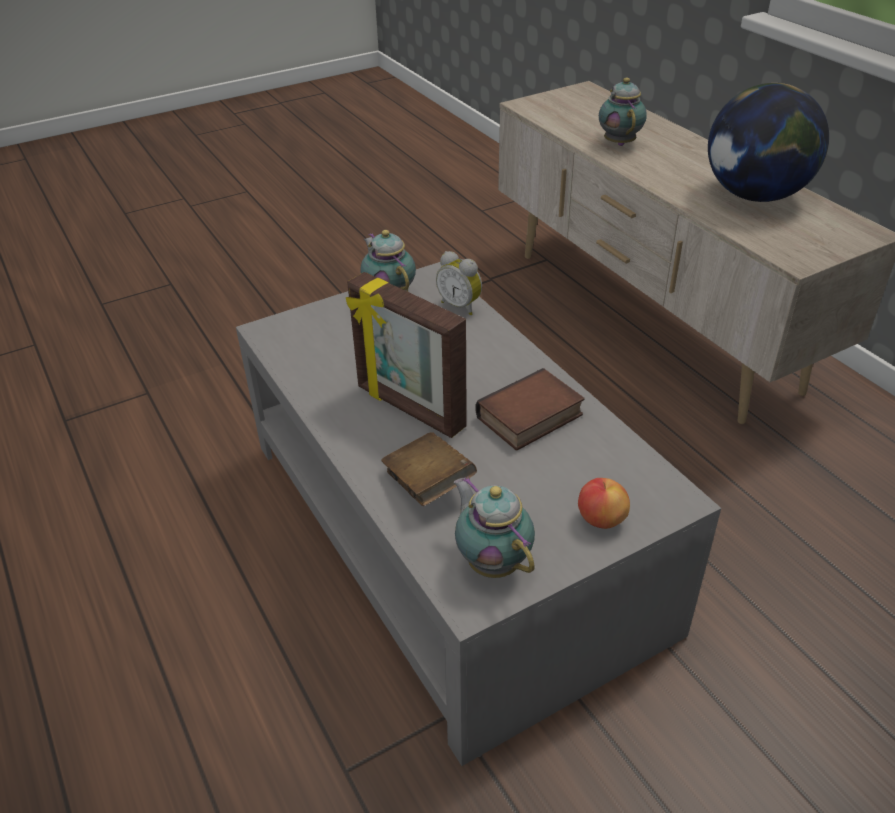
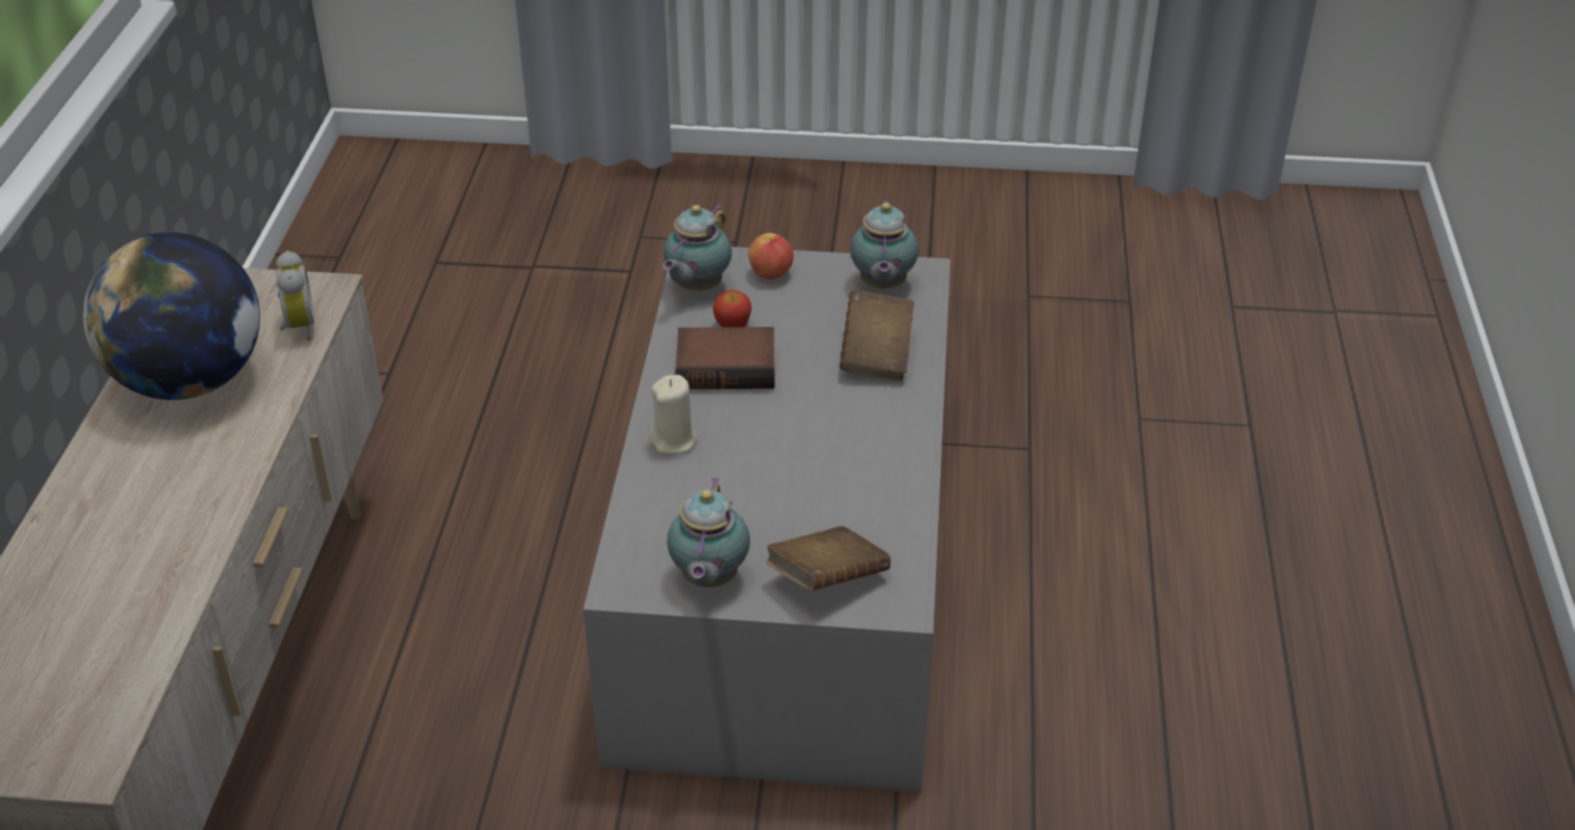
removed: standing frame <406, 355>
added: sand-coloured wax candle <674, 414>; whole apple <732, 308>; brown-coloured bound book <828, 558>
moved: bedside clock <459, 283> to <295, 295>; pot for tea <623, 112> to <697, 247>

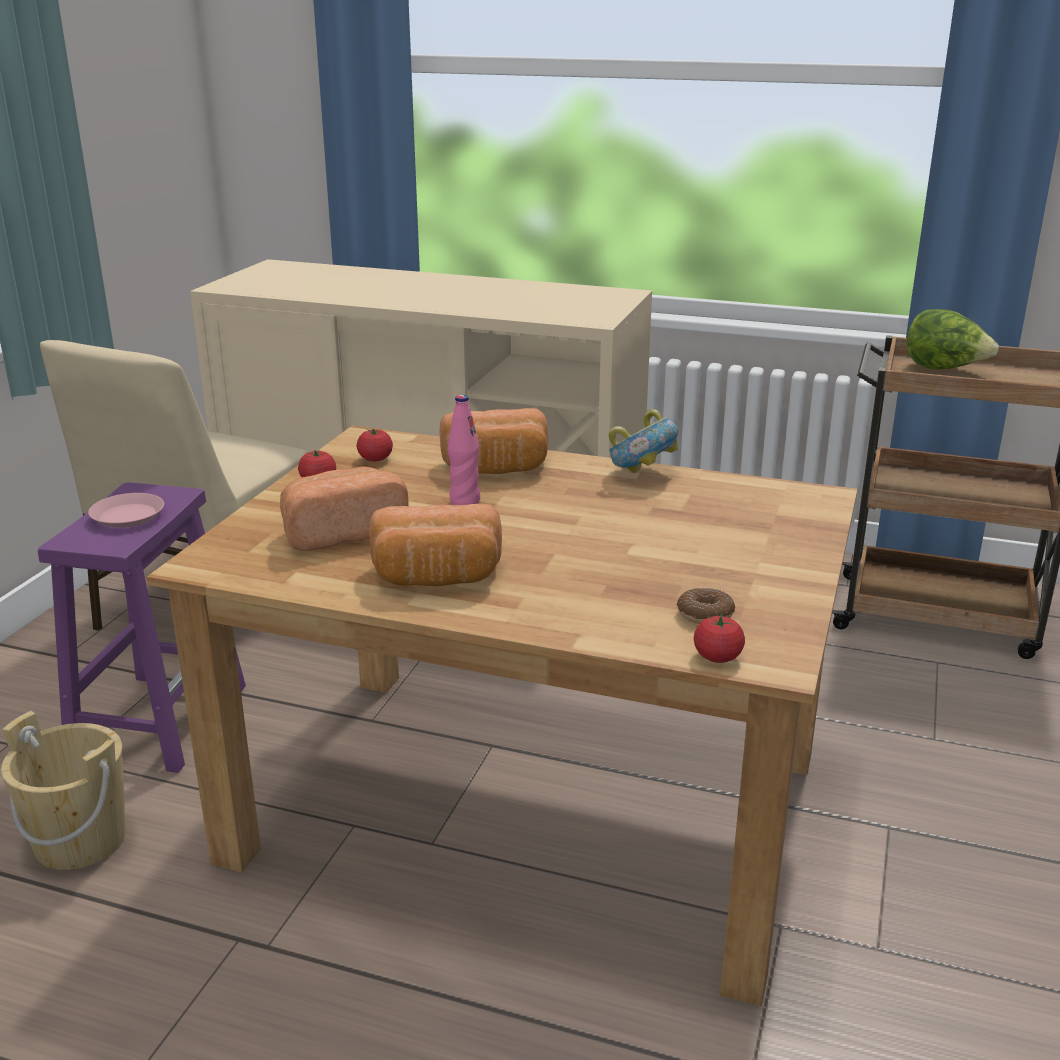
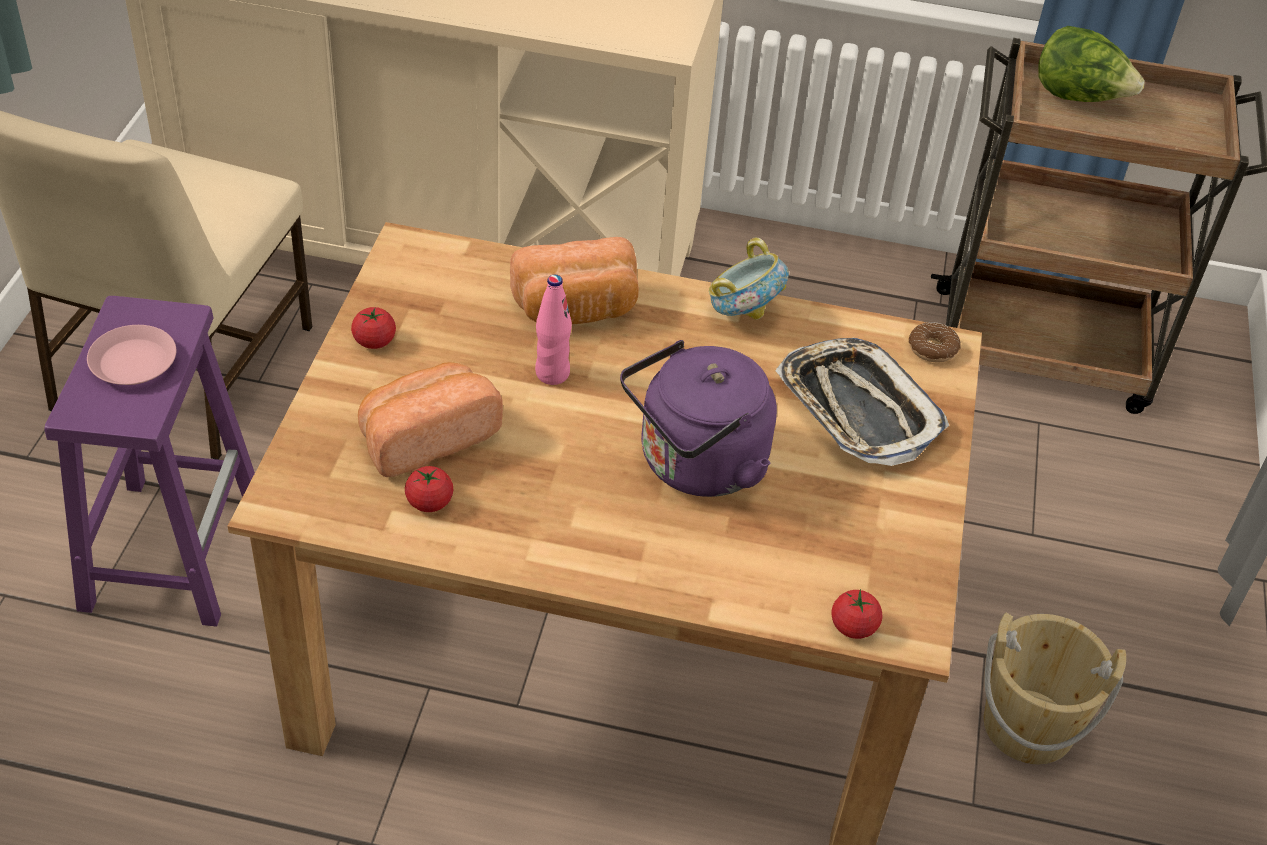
removed: bakery bread <435, 545>
added: purple kettle <698, 418>; serving tray <862, 402>
moved: sand-coloured bucket <63, 790> to <1054, 688>; whole tomato <375, 445> to <429, 489>; ring doughnut <706, 606> to <934, 342>

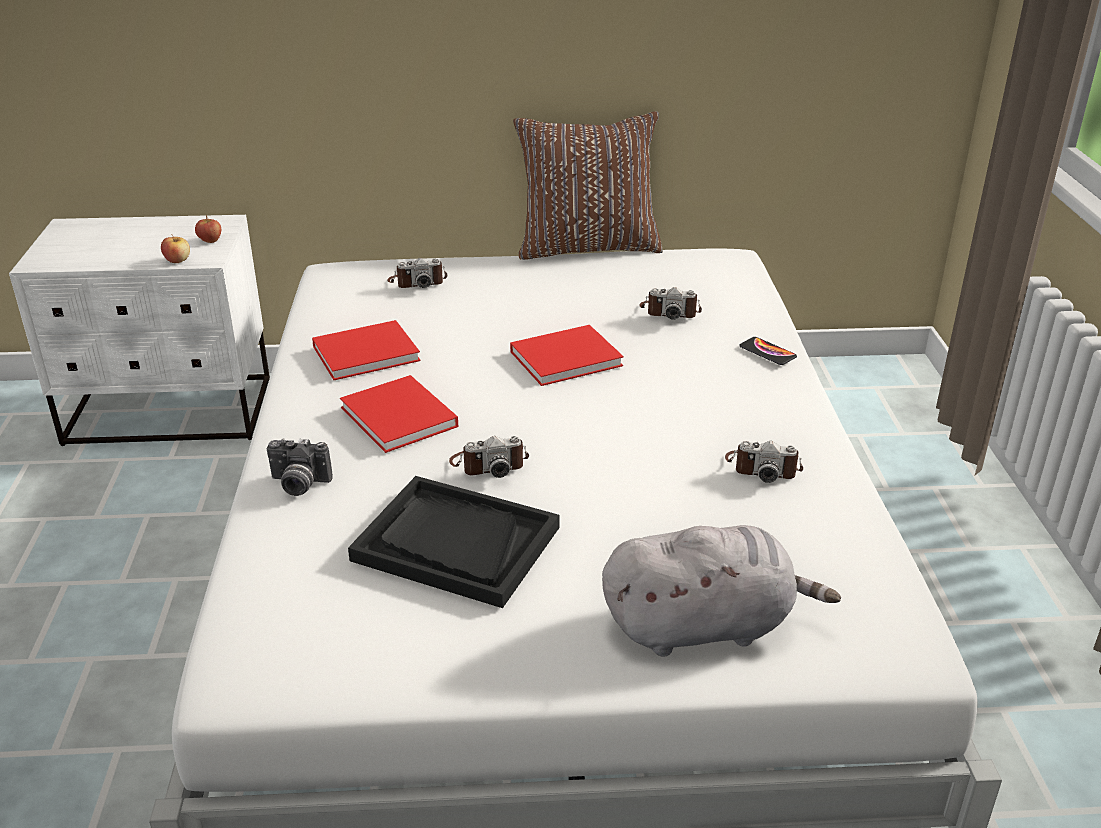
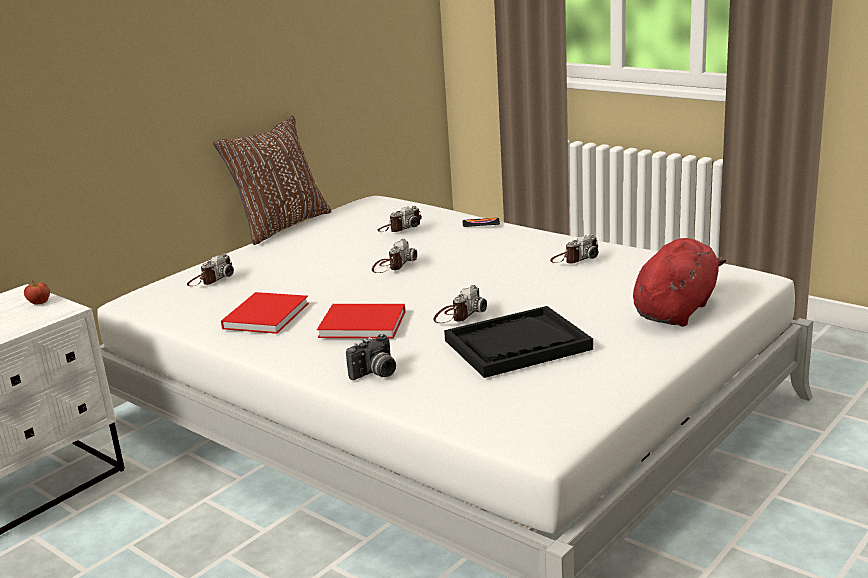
removed: whole apple <175, 248>
replaced: red-coloured bound book <567, 355> to still camera <394, 256>
recoloured: grey cuddly toy <721, 590> to red-coloured cuddly toy <679, 282>

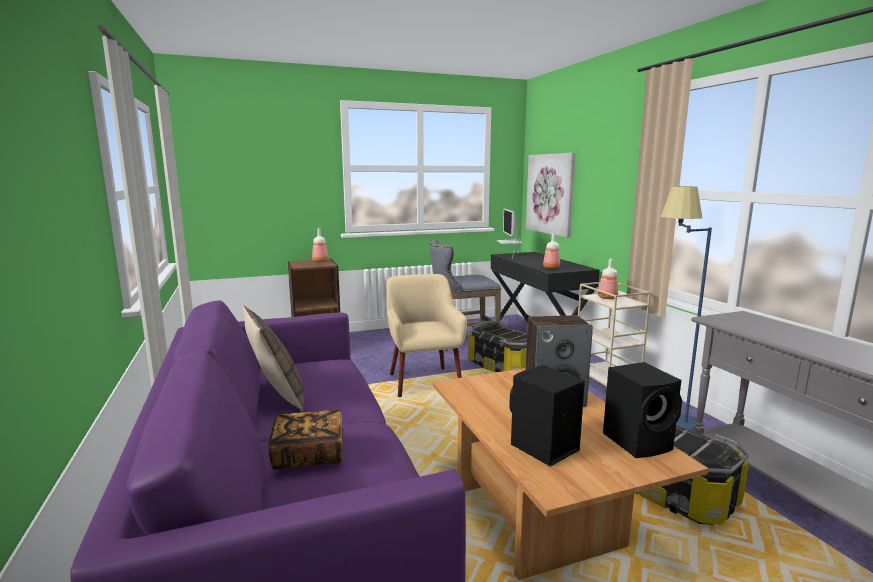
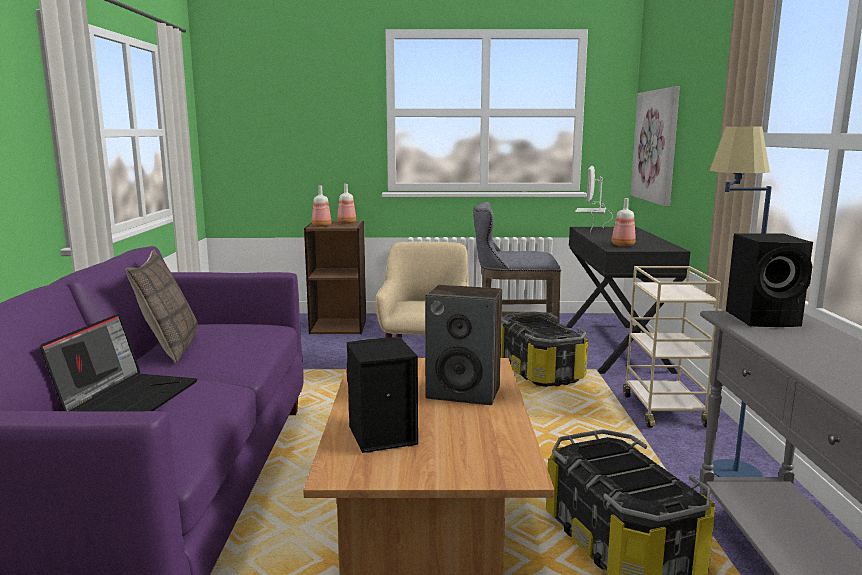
moved: beverage bottle <608, 279> to <322, 206>; black-coloured loudspeaker <642, 410> to <769, 280>
replaced: bound book <305, 440> to notebook computer <119, 362>

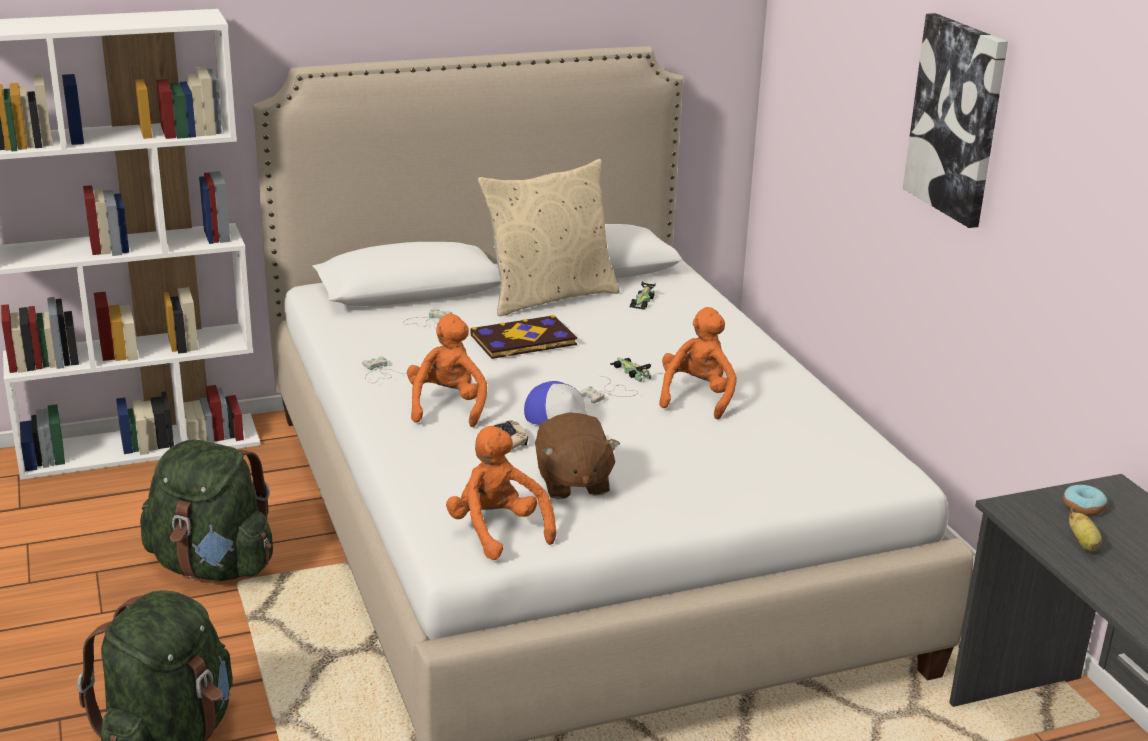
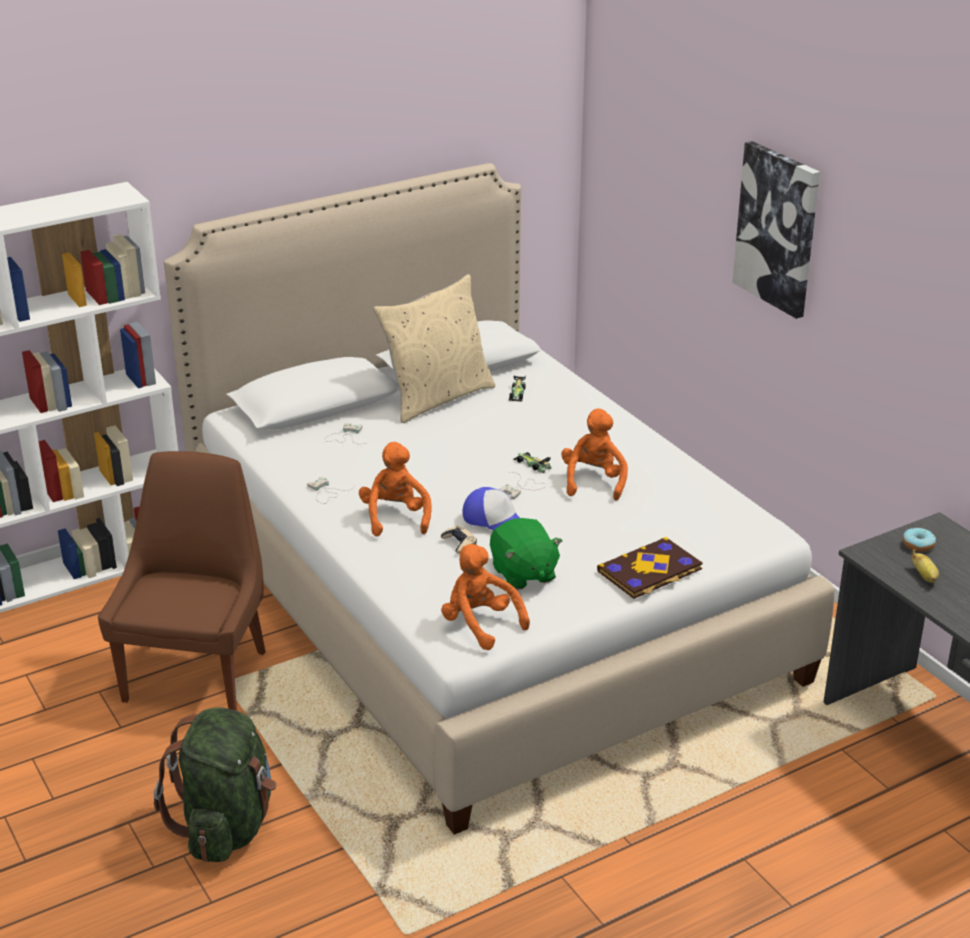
moved: bound book <523, 337> to <650, 568>
replaced: green rucksack <206, 510> to brown-coloured upright chair <182, 581>
recoloured: brown-coloured cuddly toy <577, 455> to green cuddly toy <526, 554>

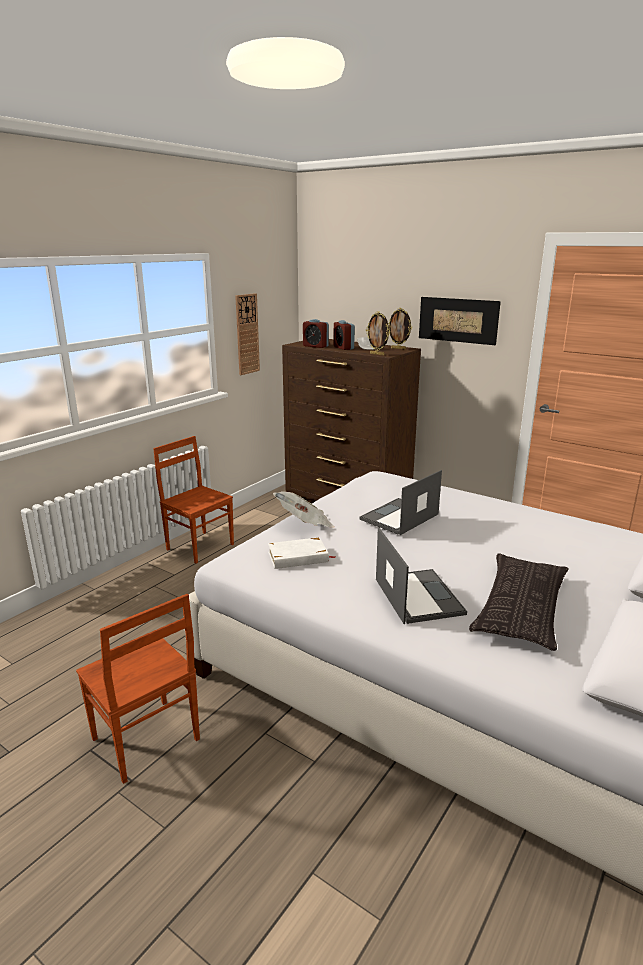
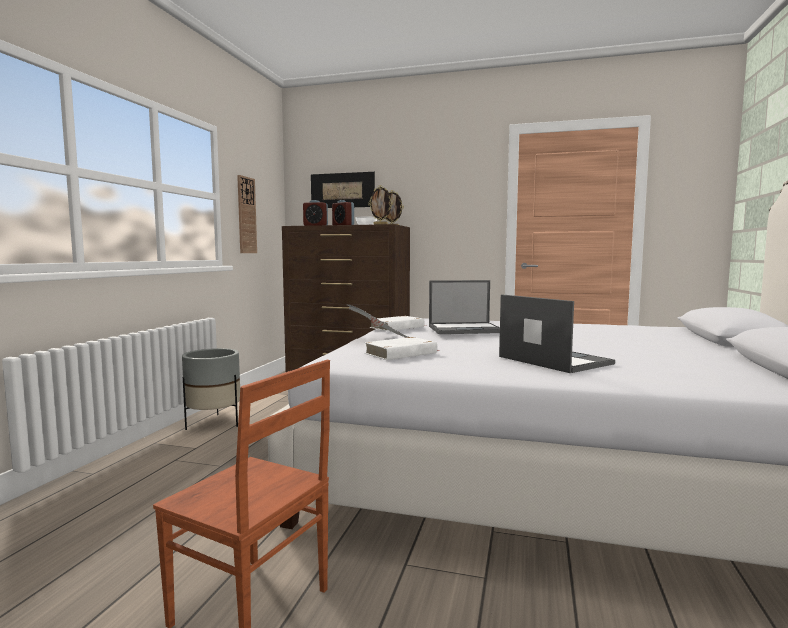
removed: throw pillow <519, 602>
added: whitish bound book <397, 323>
moved: wall art <460, 321> to <343, 190>
replaced: brown-coloured upright chair <193, 499> to grey flower pot <211, 389>
turned: notebook computer <400, 502> = <464, 307> 120 degrees counterclockwise

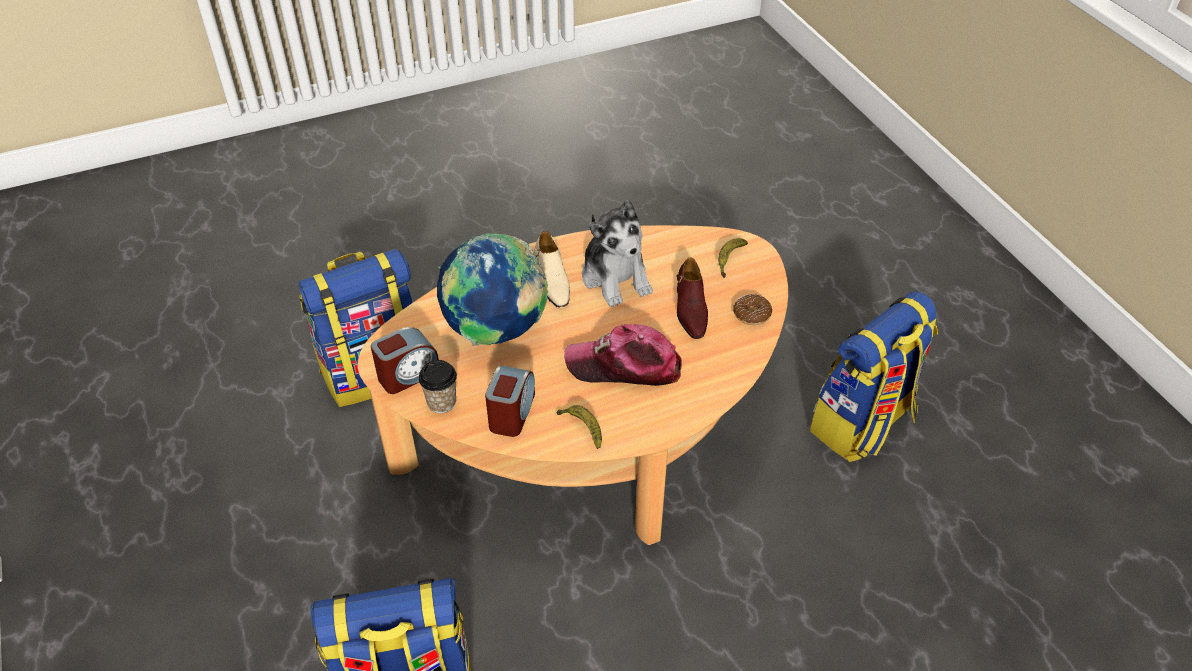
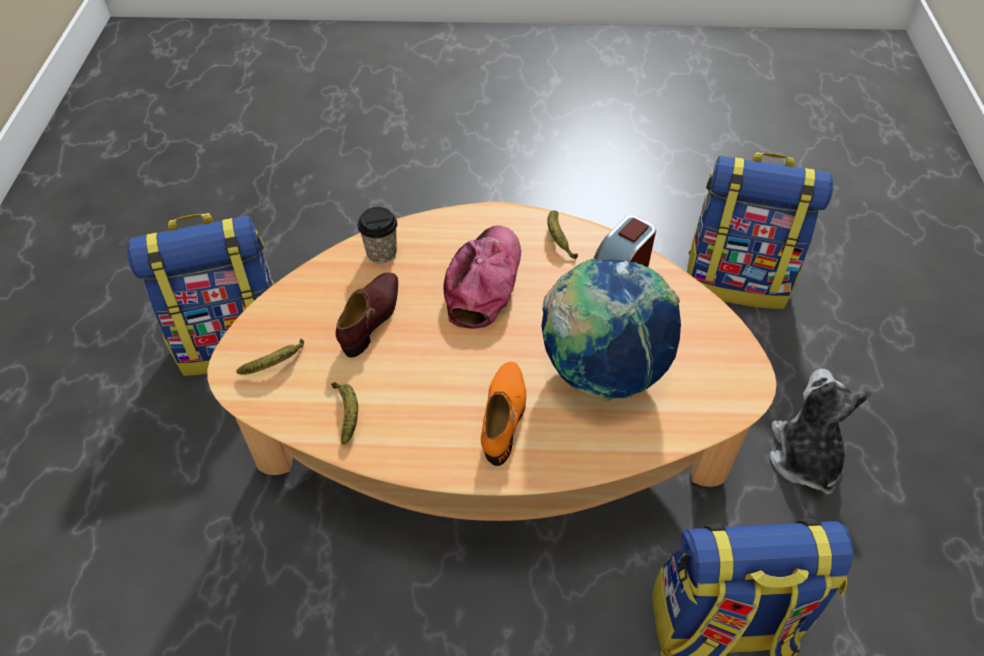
removed: bedside clock <405, 360>; ring doughnut <752, 309>
added: banana fruit <344, 413>
moved: small cup <438, 386> to <377, 235>; cuddly toy <617, 253> to <821, 431>
recoloured: sand-coloured low shoe <552, 269> to orange-coloured low shoe <503, 414>
turned: peaked cap <623, 355> = <482, 276> 105 degrees counterclockwise

